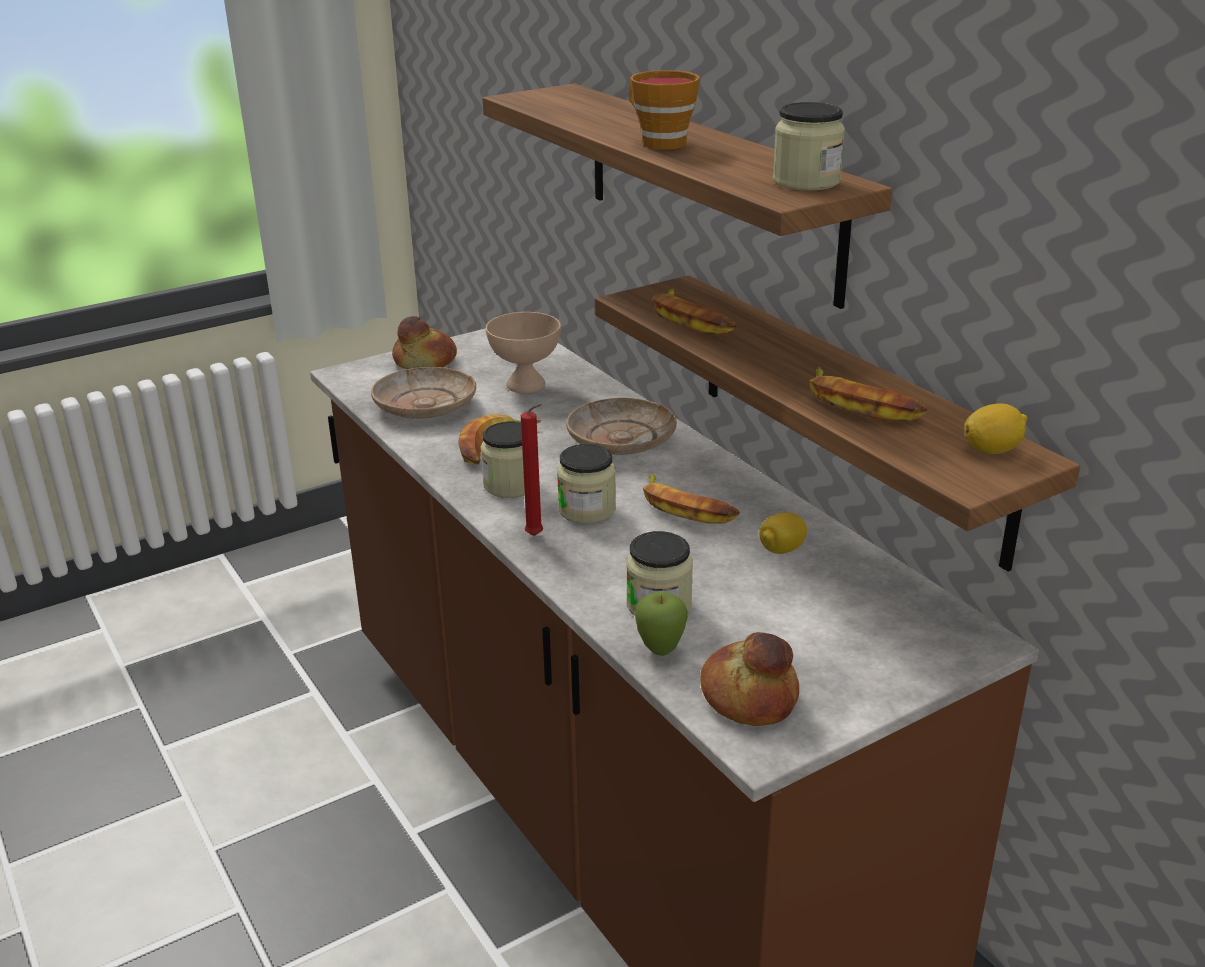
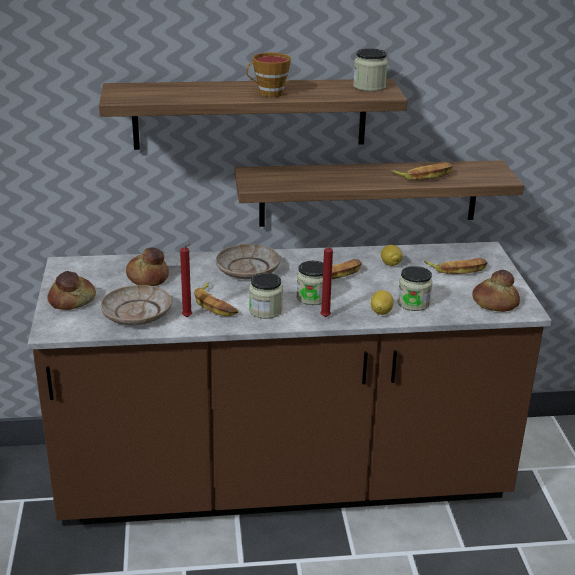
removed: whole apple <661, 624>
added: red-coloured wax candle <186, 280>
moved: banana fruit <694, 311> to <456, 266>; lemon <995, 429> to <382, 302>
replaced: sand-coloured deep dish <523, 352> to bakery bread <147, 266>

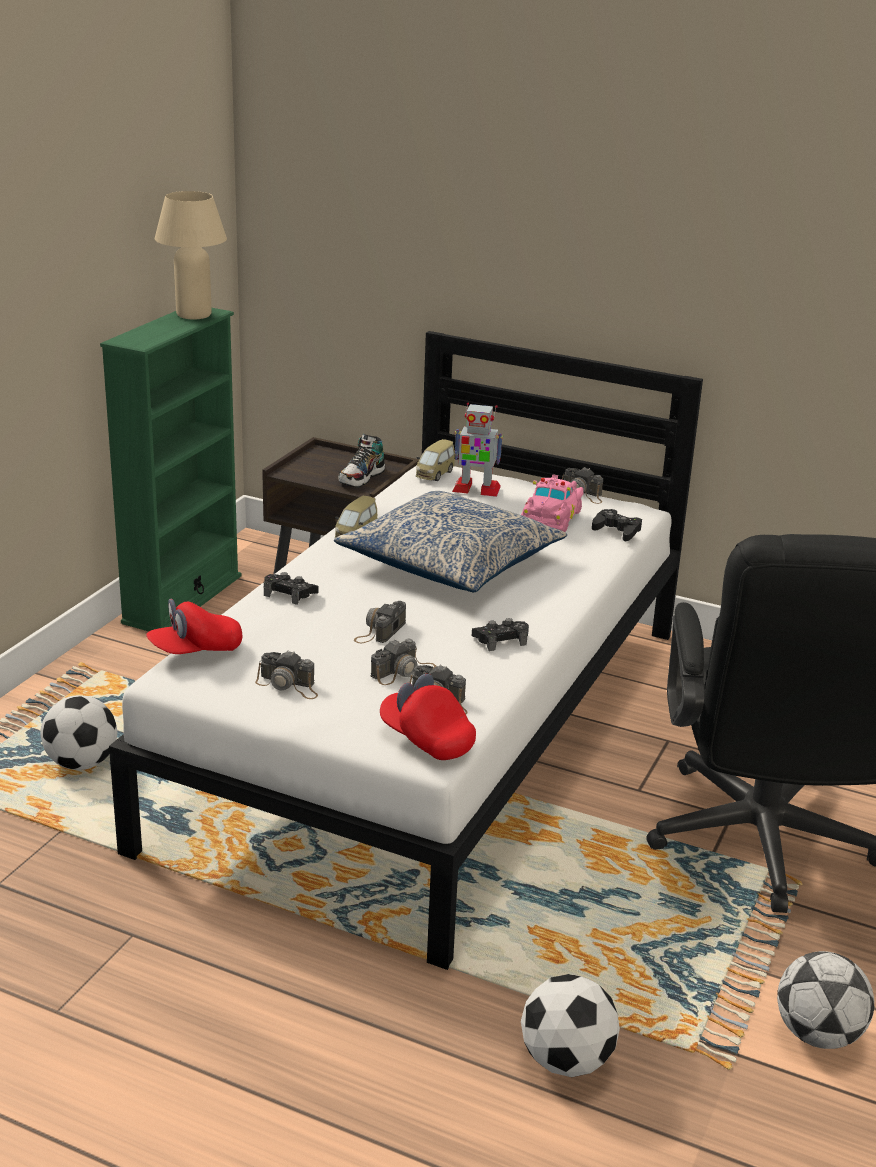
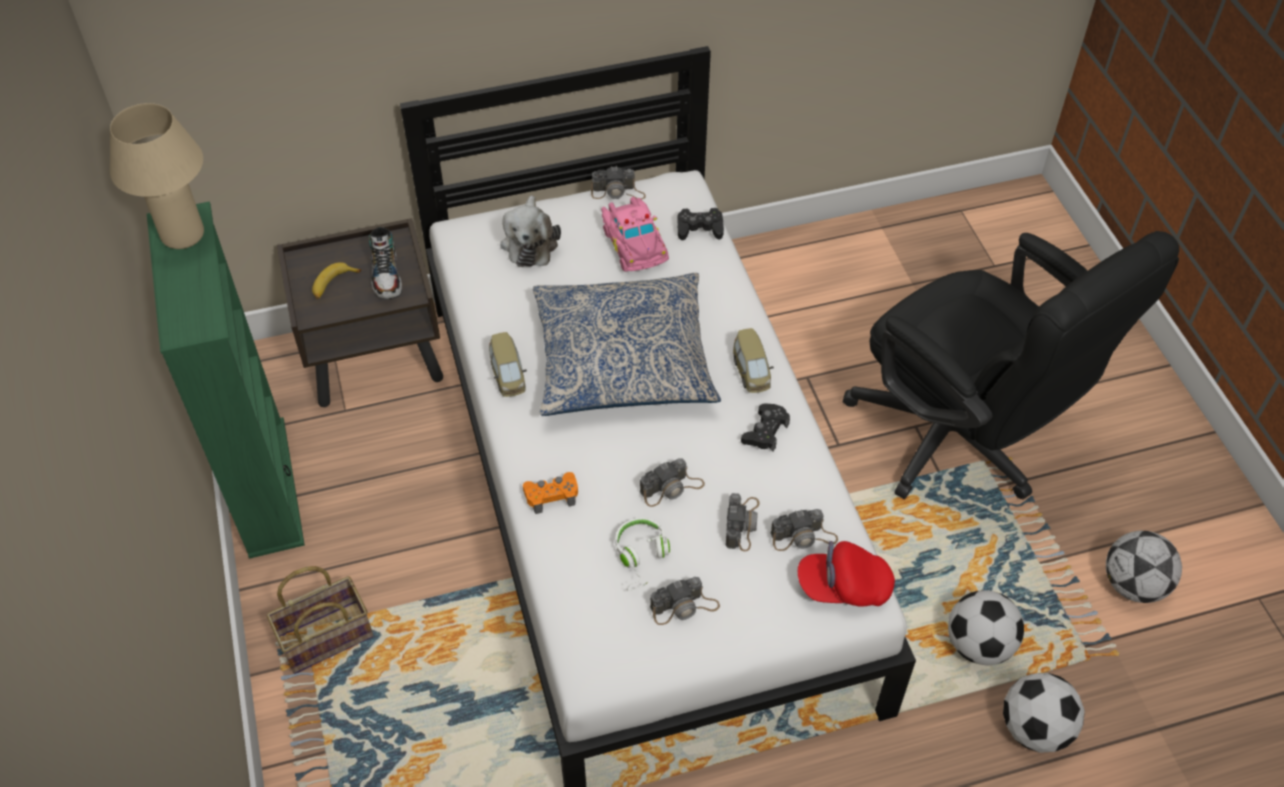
removed: red-coloured peaked cap <194, 626>
added: basket <320, 620>; banana fruit <336, 280>; whitish headphones <642, 554>
moved: ball for football <78, 732> to <986, 627>; toy car <435, 460> to <753, 360>
replaced: robot figure <477, 450> to cuddly toy <530, 231>
recoloured: black-coloured game controller <291, 588> to orange-coloured game controller <550, 493>
turned: still camera <380, 622> = <672, 482> 105 degrees counterclockwise

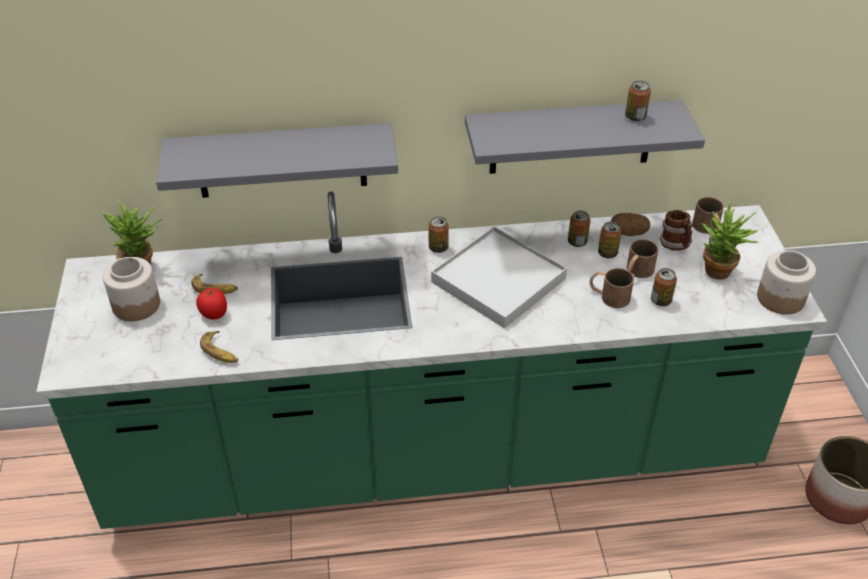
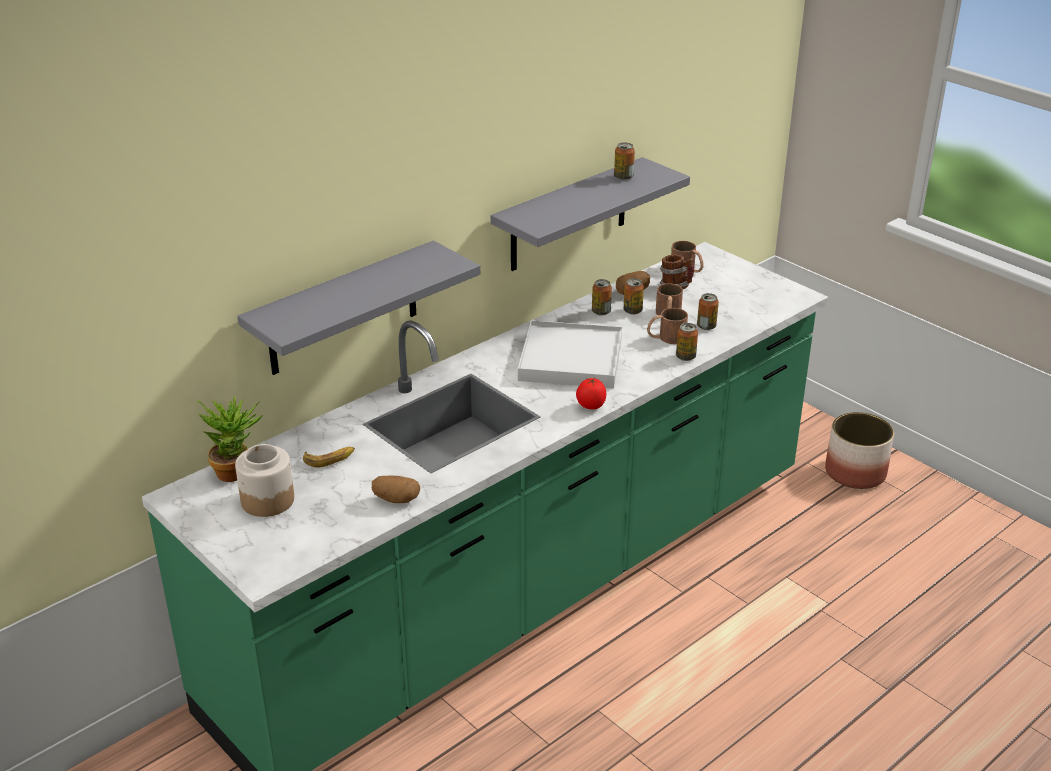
removed: houseplant <729, 240>; jar <786, 282>
moved: whole tomato <211, 304> to <591, 394>; can <438, 234> to <687, 342>
replaced: banana fruit <219, 347> to potato <396, 489>

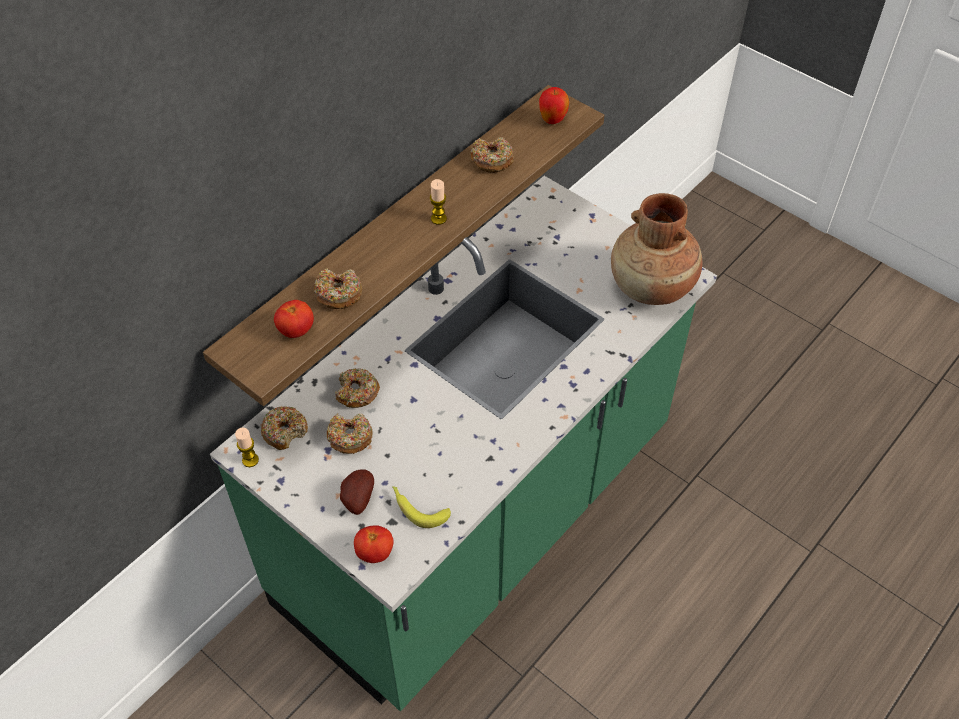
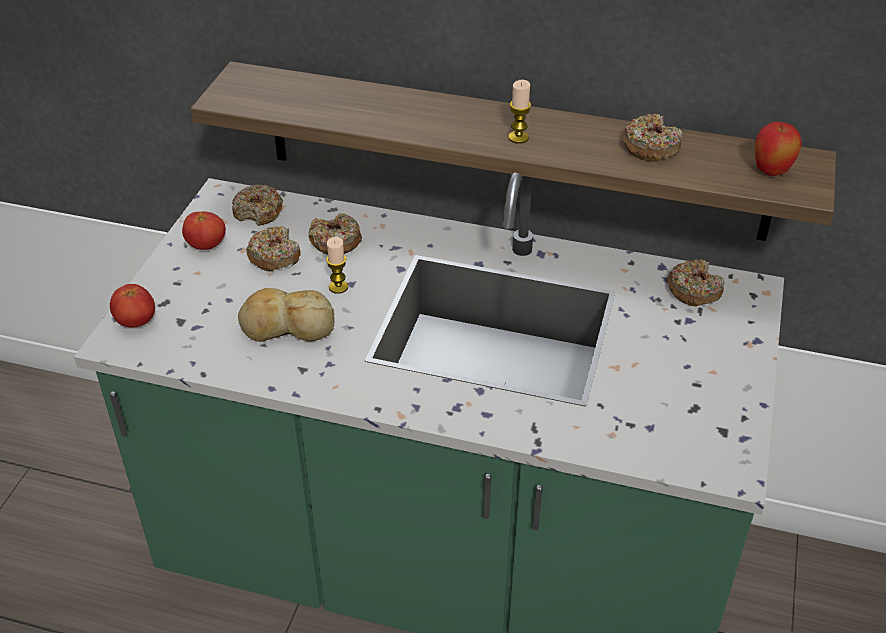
removed: potato <357, 492>; banana fruit <421, 507>; brown-coloured vase <657, 249>
added: bakery bread <286, 315>
moved: wax candle <247, 447> to <337, 265>; whole tomato <294, 319> to <204, 230>; ring doughnut <338, 288> to <696, 282>

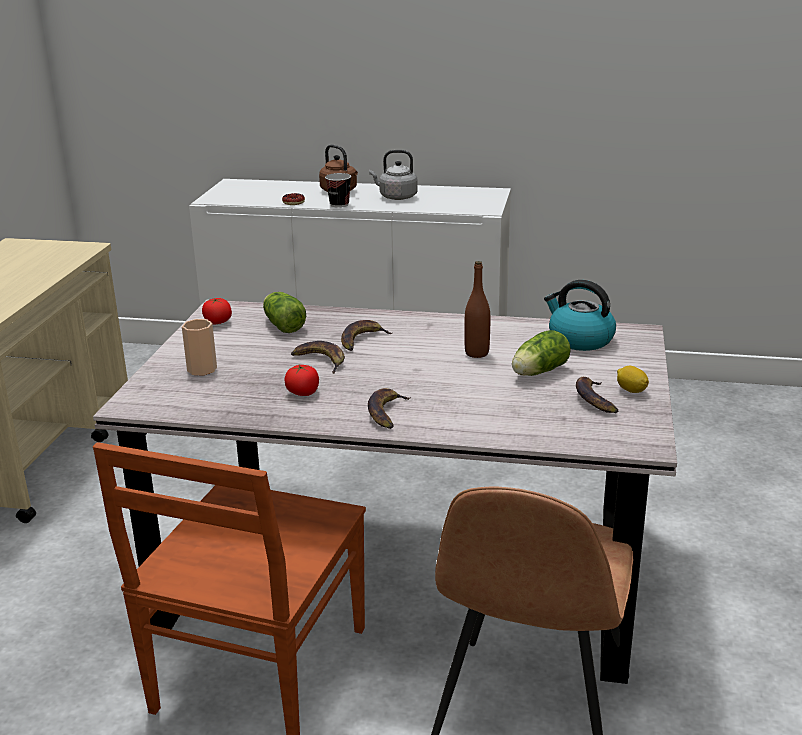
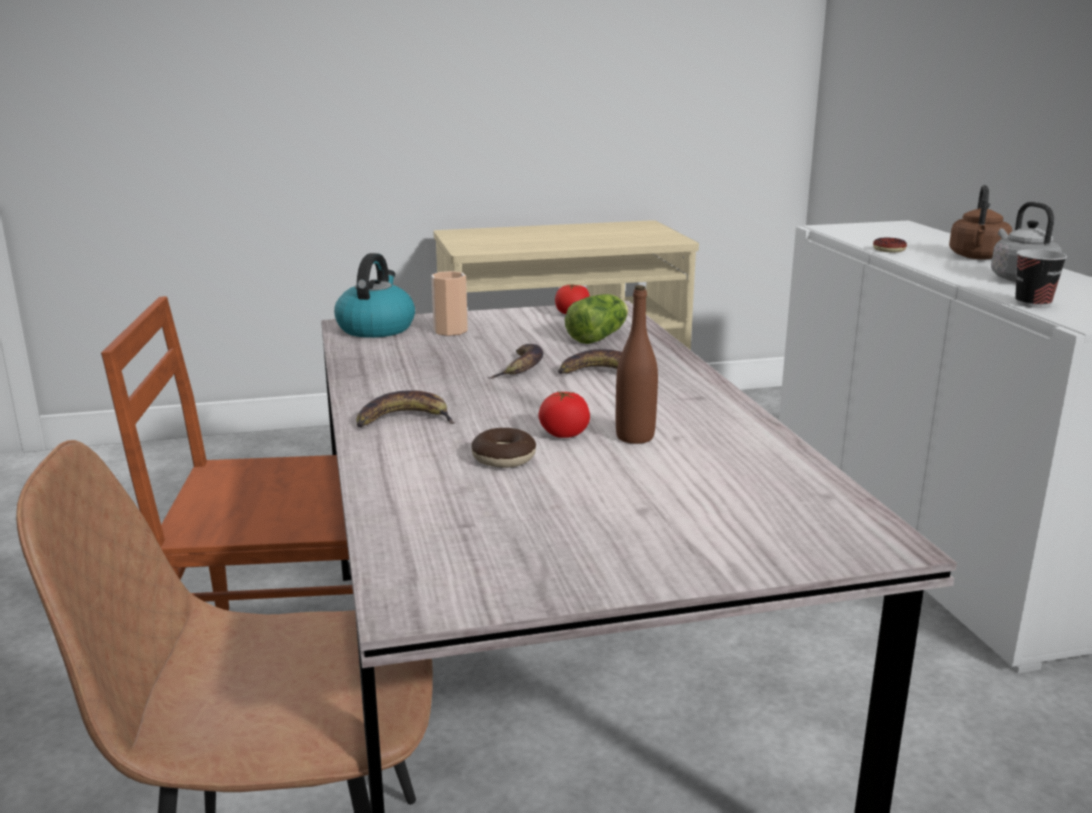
removed: lettuce head <541, 353>; banana fruit <597, 395>; lemon <633, 379>
added: ring doughnut <504, 448>
moved: whole tomato <301, 380> to <564, 414>; small cup <338, 190> to <1041, 278>; kettle <580, 315> to <374, 295>

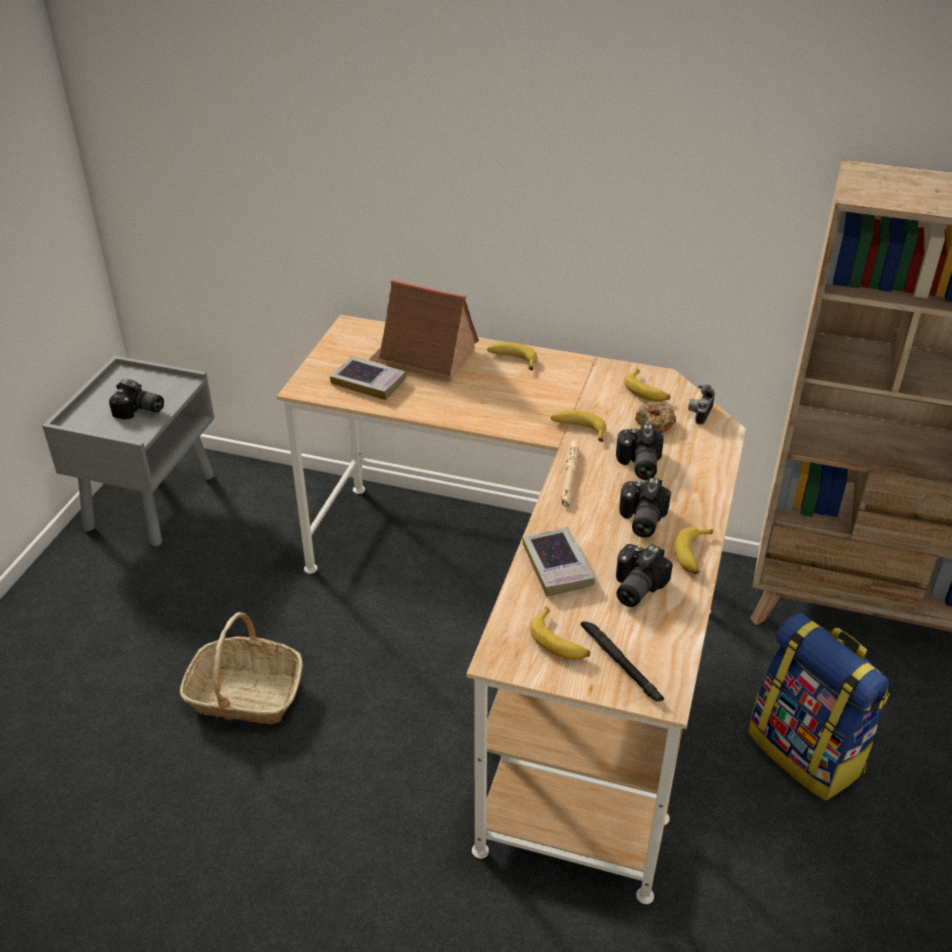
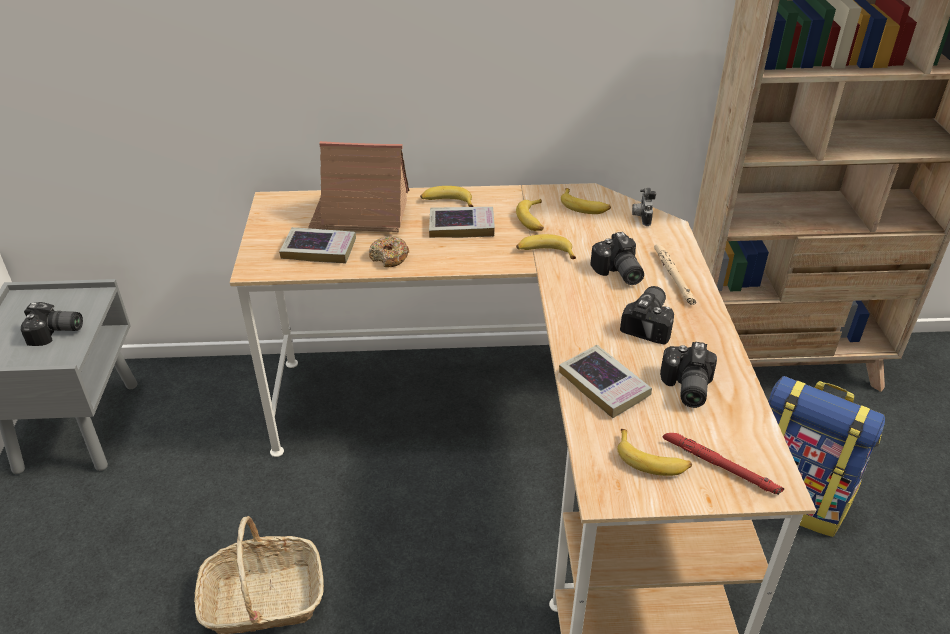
added: bound book <462, 222>
moved: sand-coloured flashlight <570, 473> to <675, 275>; ring doughnut <655, 417> to <389, 251>; banana fruit <693, 550> to <530, 215>
recoloured: black-coloured flashlight <622, 661> to red-coloured flashlight <723, 464>
turned: still camera <645, 508> = <647, 315> 150 degrees counterclockwise

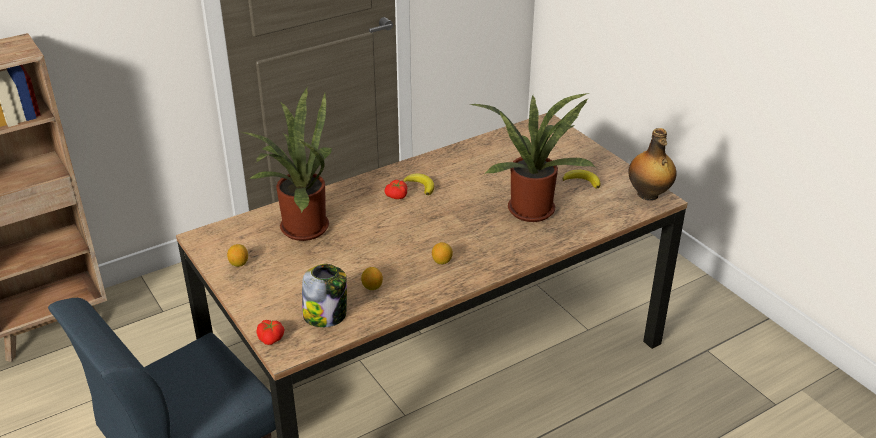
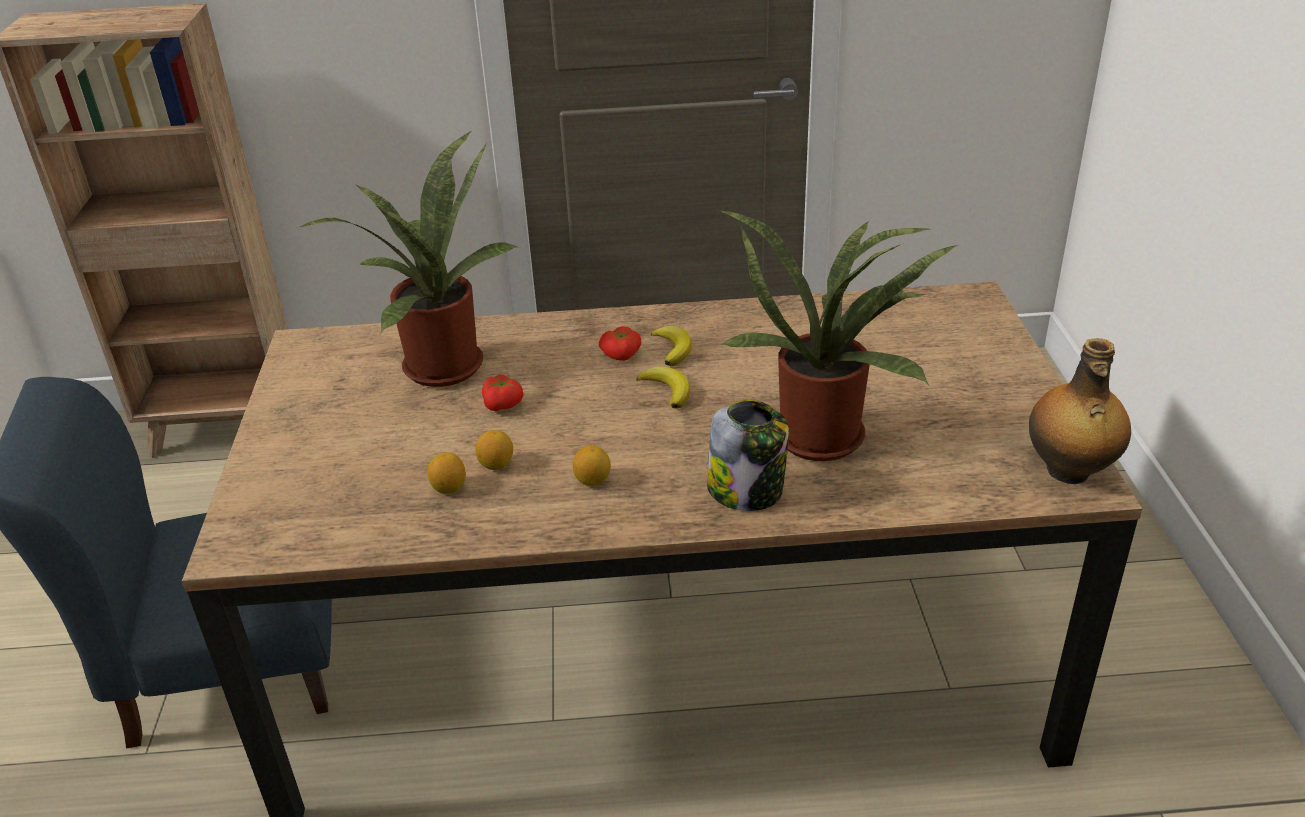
moved: lemon <237, 255> to <494, 450>; whole tomato <270, 332> to <502, 393>; jar <324, 295> to <748, 455>; banana fruit <581, 179> to <663, 387>

